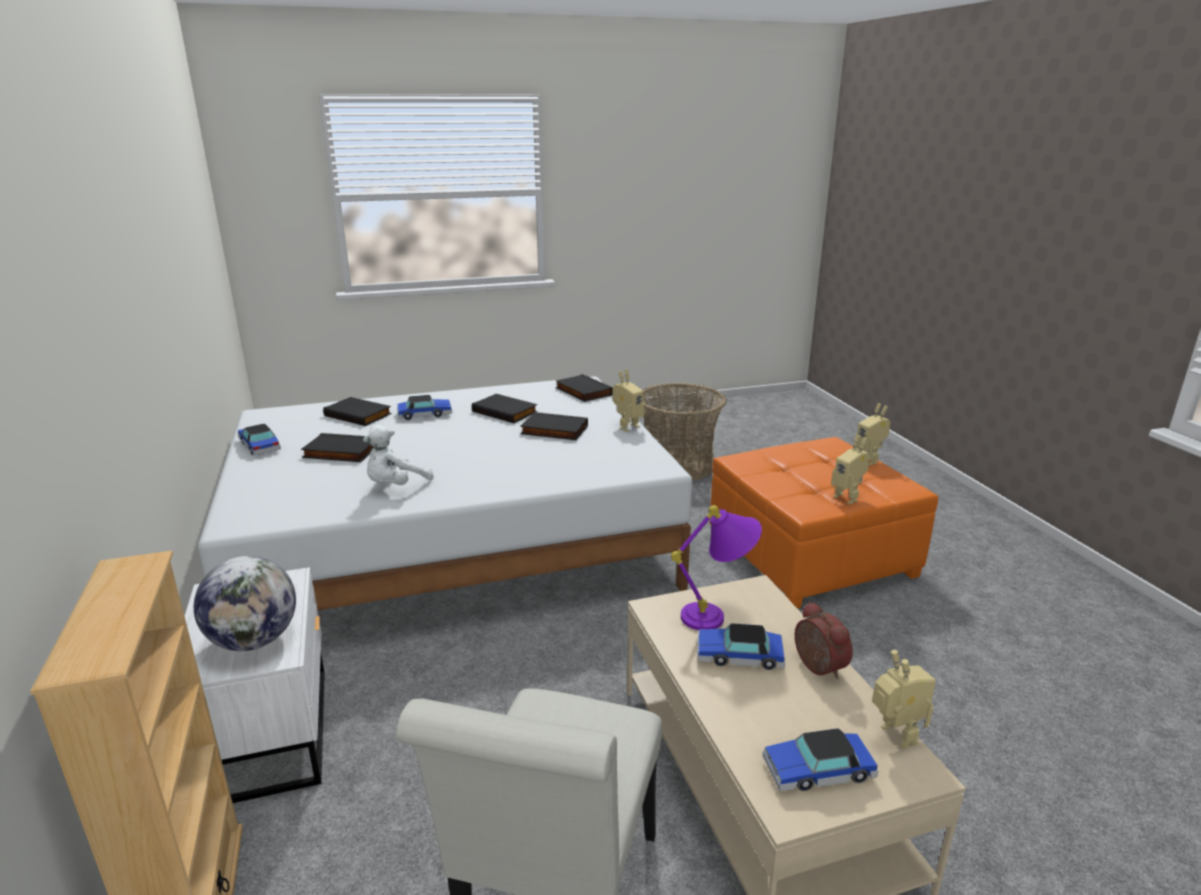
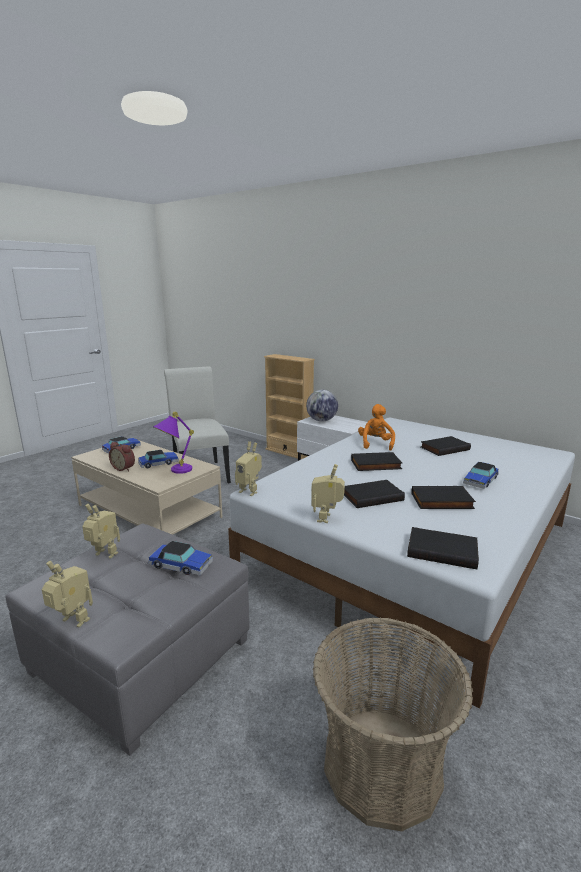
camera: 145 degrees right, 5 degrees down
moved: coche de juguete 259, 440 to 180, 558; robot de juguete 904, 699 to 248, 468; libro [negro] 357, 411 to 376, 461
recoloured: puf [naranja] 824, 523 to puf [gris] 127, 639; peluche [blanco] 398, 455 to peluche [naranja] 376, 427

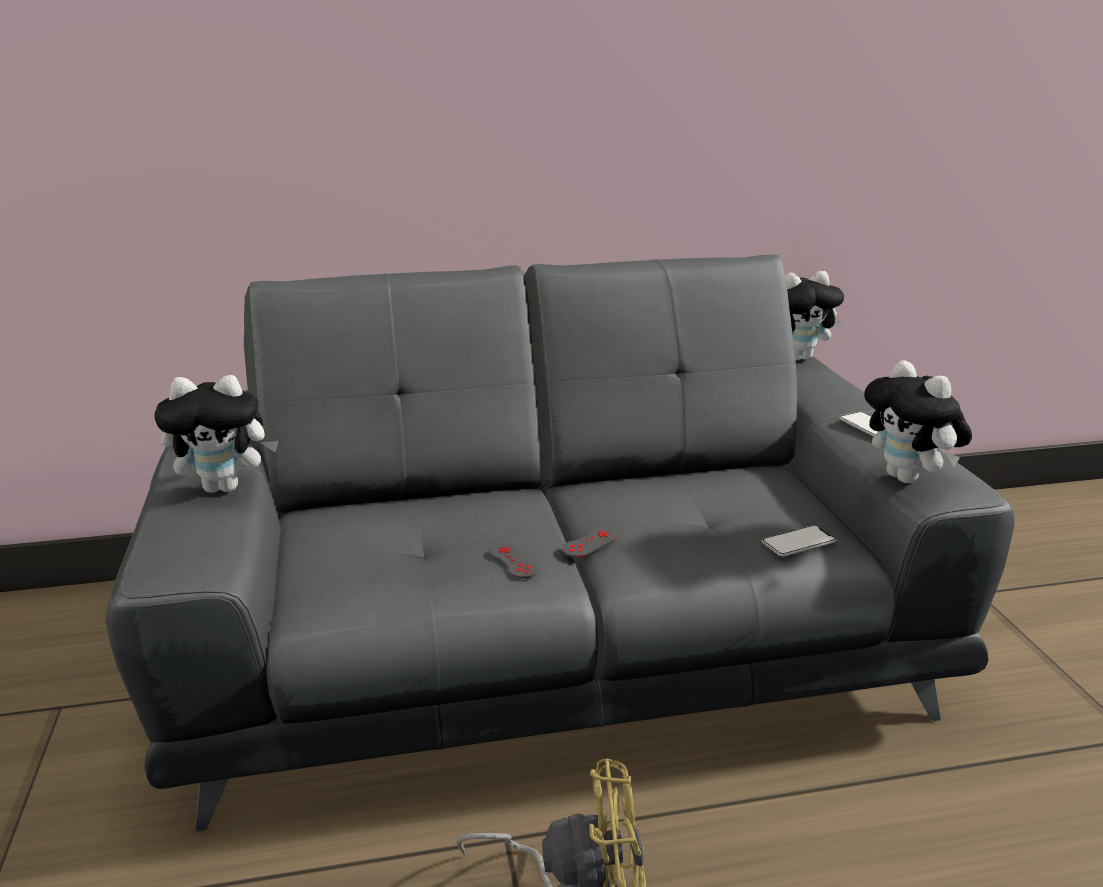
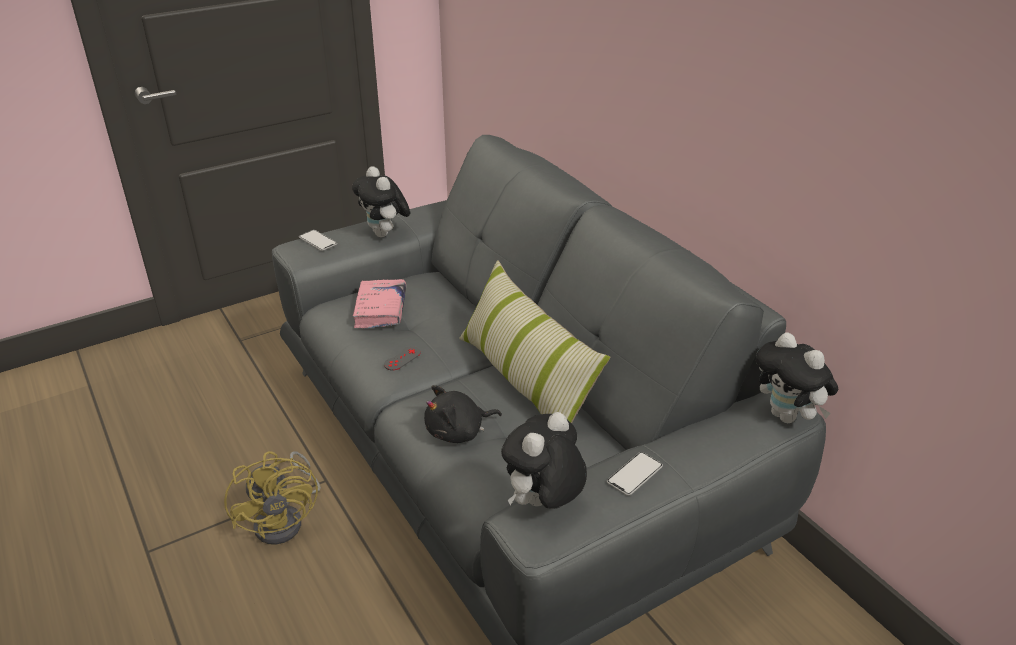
camera: 70 degrees right, 10 degrees up
removed: mando de consola [gris] 589, 542
added: libro [rosa] 379, 304; peluche [negro] 463, 414; cojín 534, 341
moved: móvil 799, 540 to 318, 240

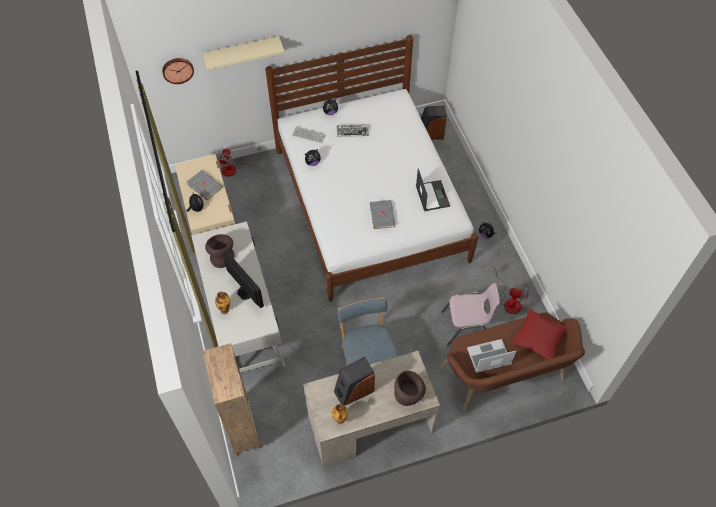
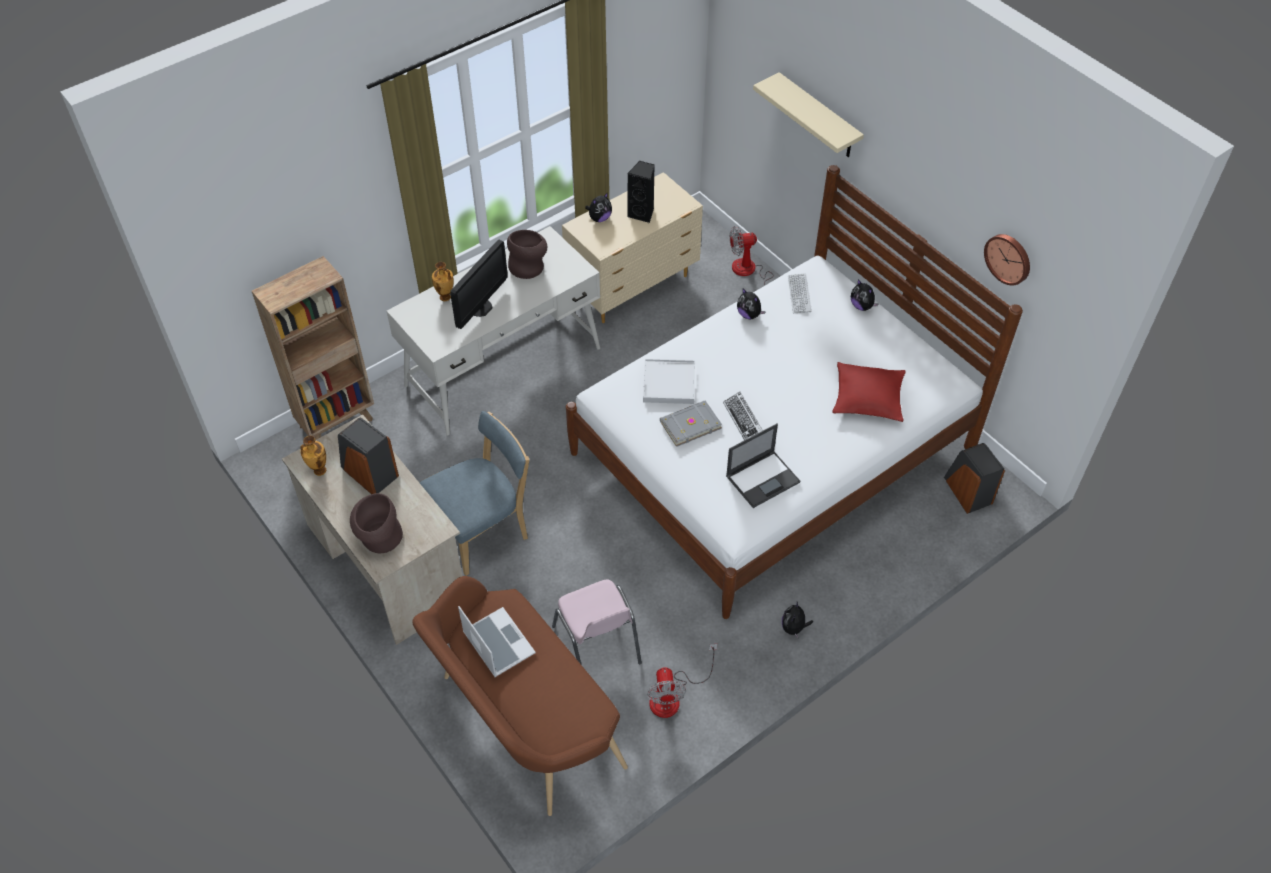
camera: 70 degrees right, 5 degrees down
added: bandeja [blanco] 669, 381
moved: teclado 353, 131 to 743, 416; cojín [rojo] 540, 333 to 869, 392; reloj de pared 178, 71 to 1007, 260
replaced: libro [gris] 205, 185 to altavoz [negro] 641, 192

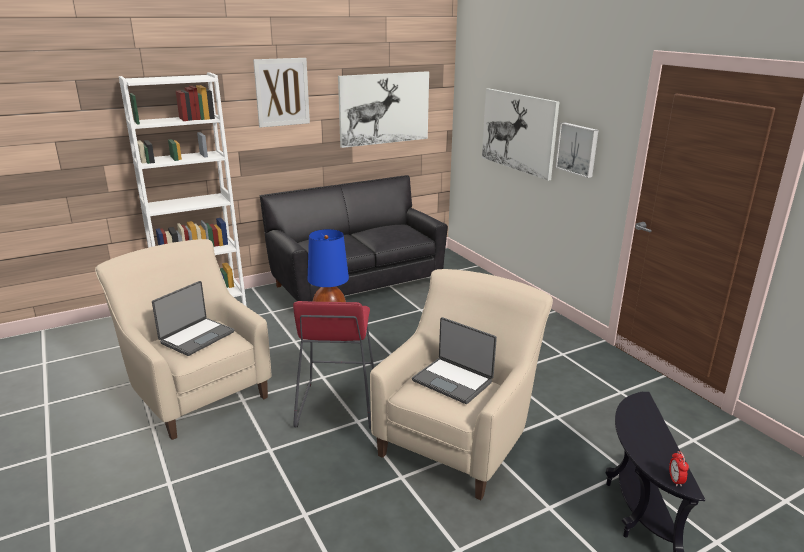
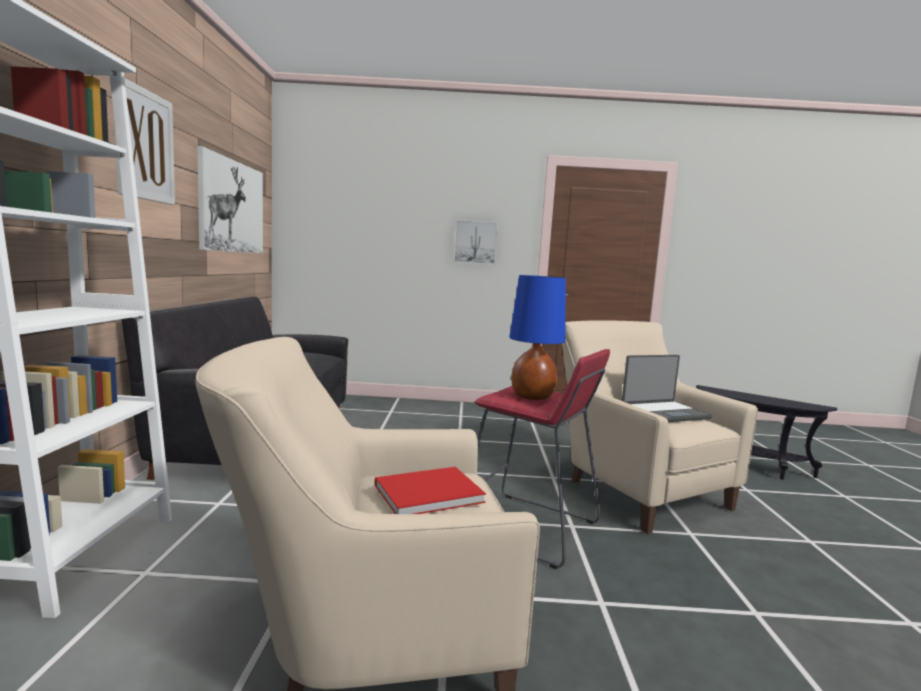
camera: 60 degrees left, 15 degrees down
removed: cuadro 520, 134; despertador 679, 469
replaced: portátil 193, 318 to libro [rojo] 430, 490

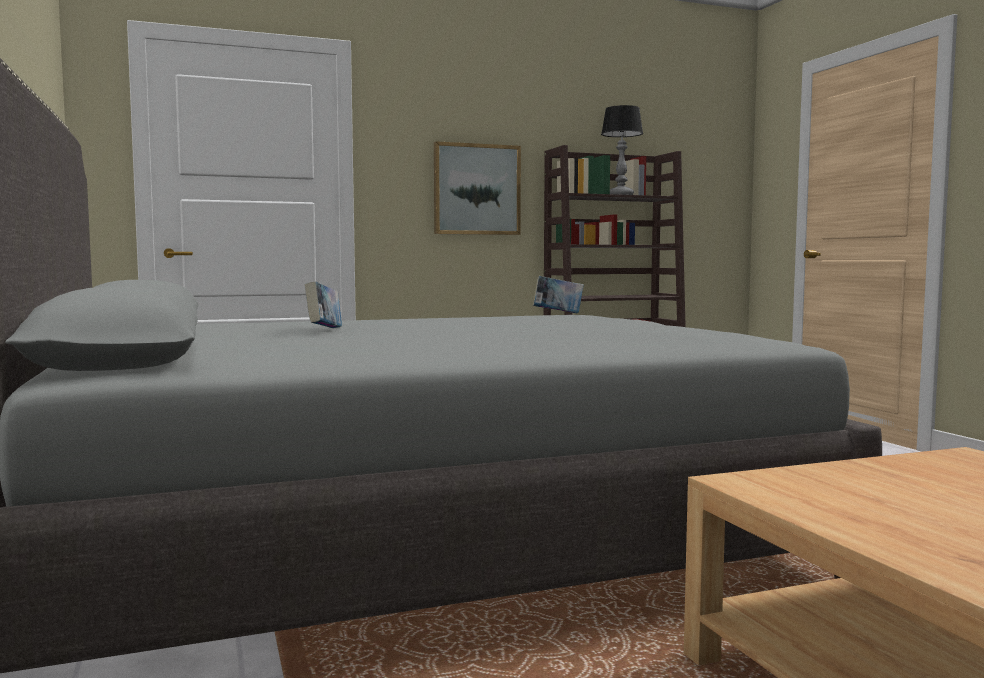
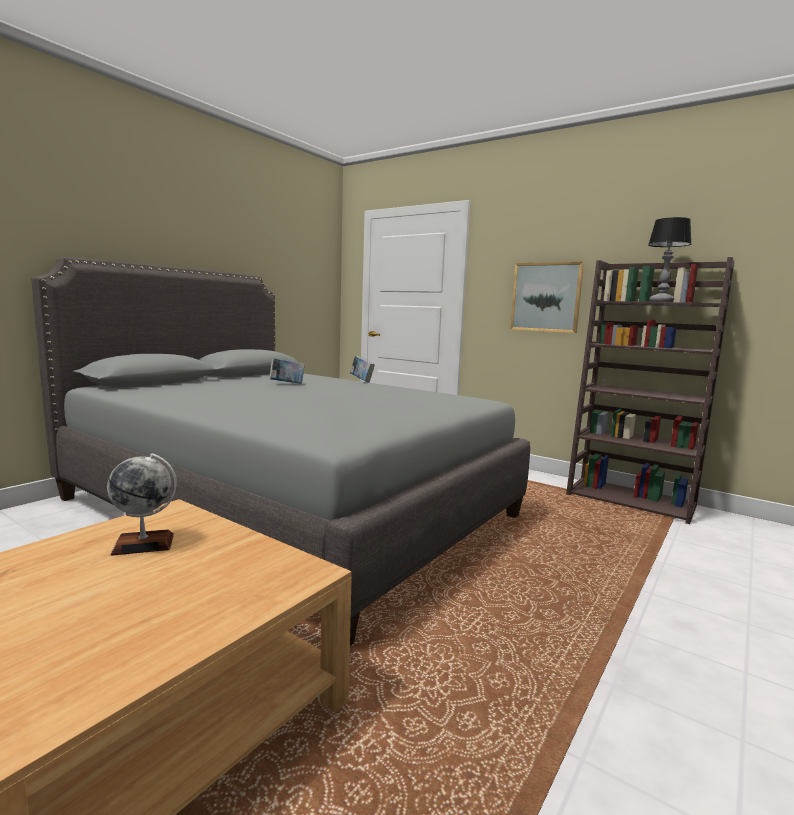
camera: 55 degrees right, 5 degrees up
added: globo terráqueo 142, 504
moved: libro 558, 294 to 362, 369

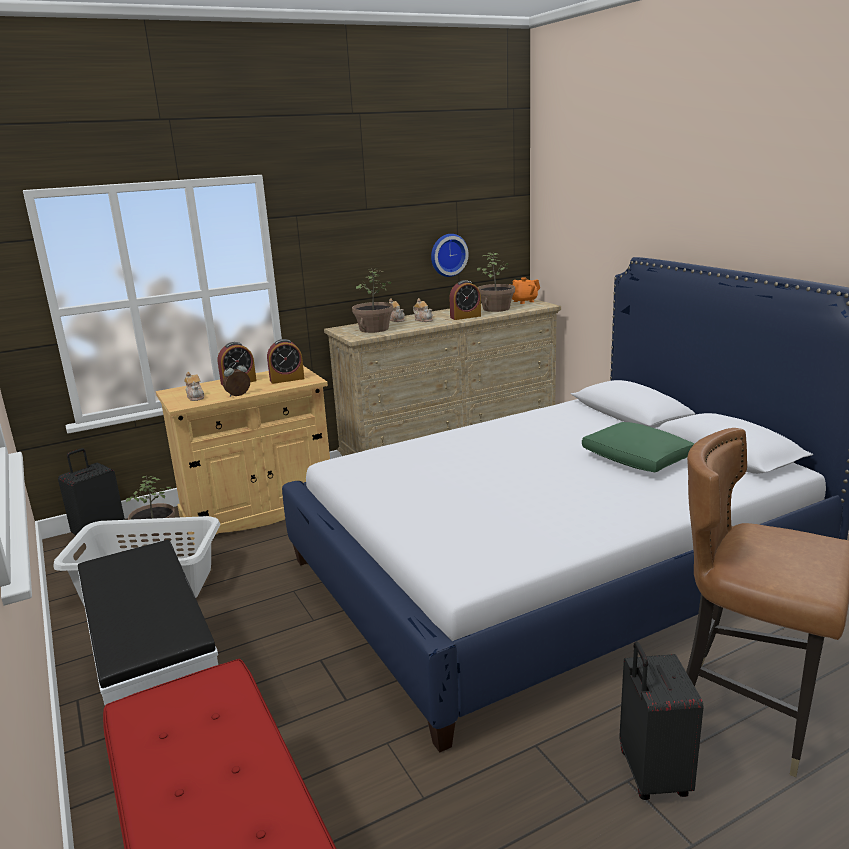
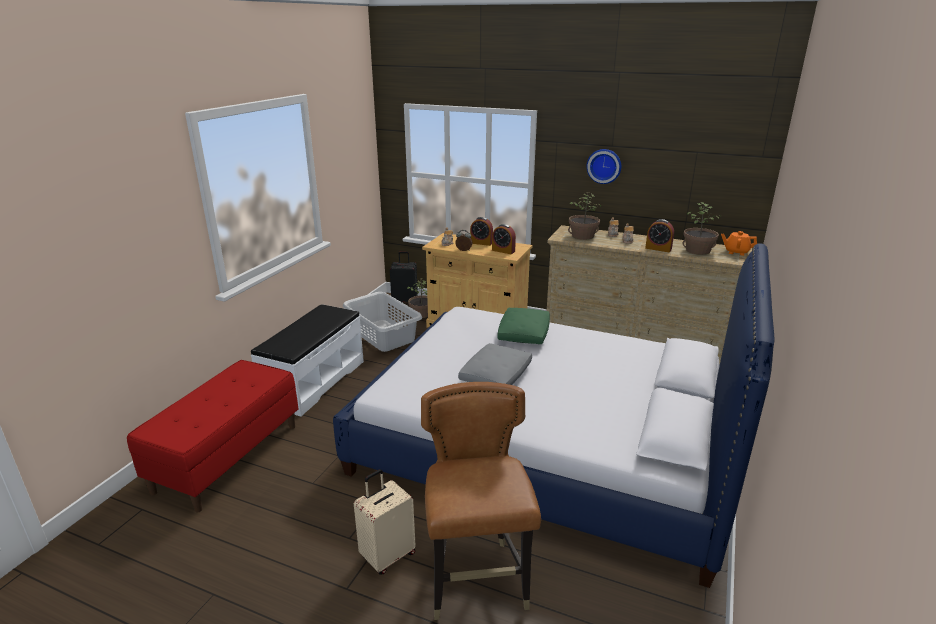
camera: 50 degrees right, 5 degrees up
added: cojín [gris] 495, 364
moved: cojín [verde] 638, 447 to 524, 326; reloj de pared 450, 255 to 604, 166
recoloured: maleta [negro] 661, 721 to maleta [beis] 385, 522

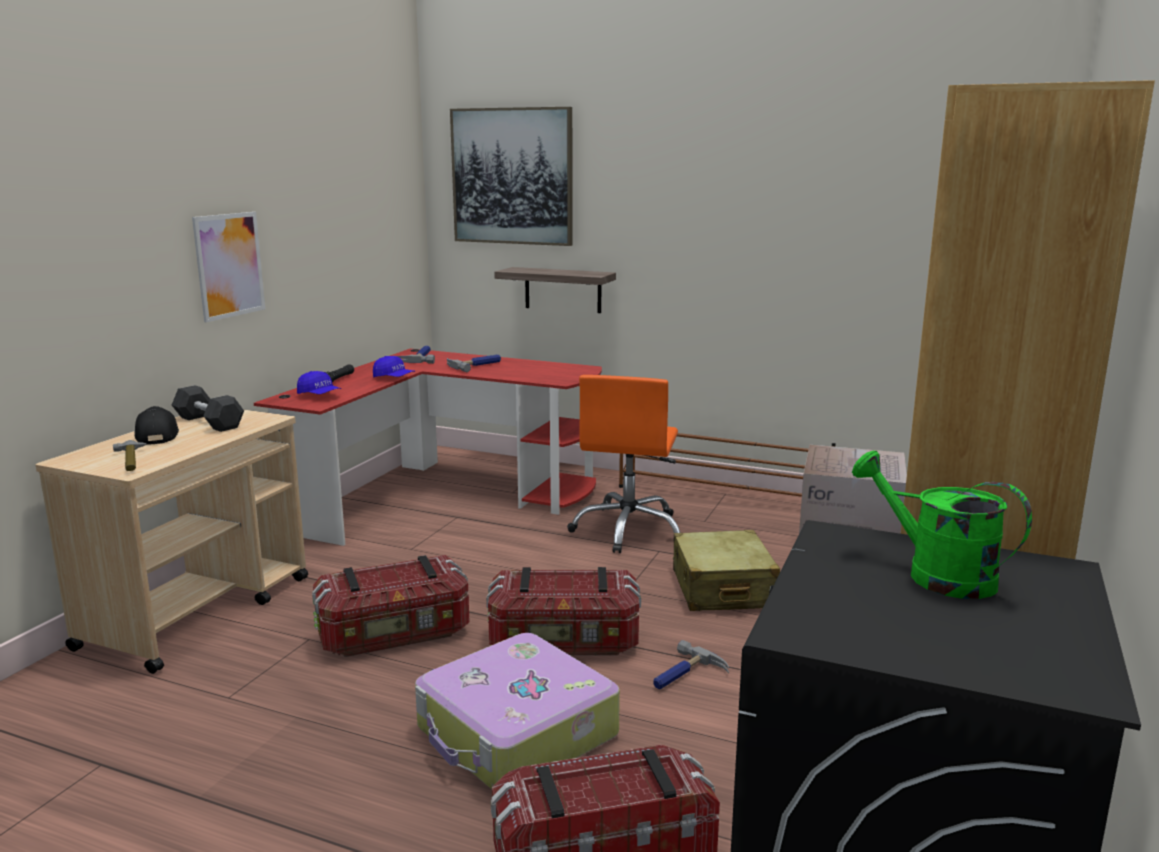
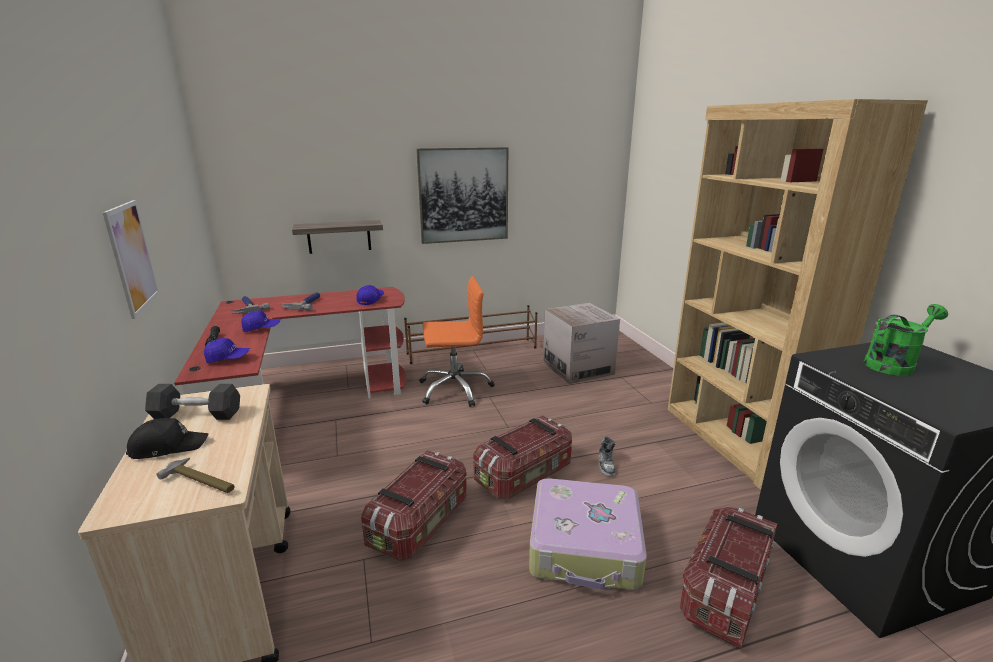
camera: 40 degrees left, 5 degrees up
removed: maleta [beis] 726, 570
added: gorra [azul] 370, 295
moved: cuadro 511, 176 to 462, 195
replaced: martillo 691, 664 to zapato 607, 456
turned: gorra [negro] 156, 425 = 167, 438 135 degrees clockwise; silla de oficina [naranja] 623, 464 = 456, 341 75 degrees counterclockwise; regadera [verde] 942, 524 = 906, 340 150 degrees clockwise

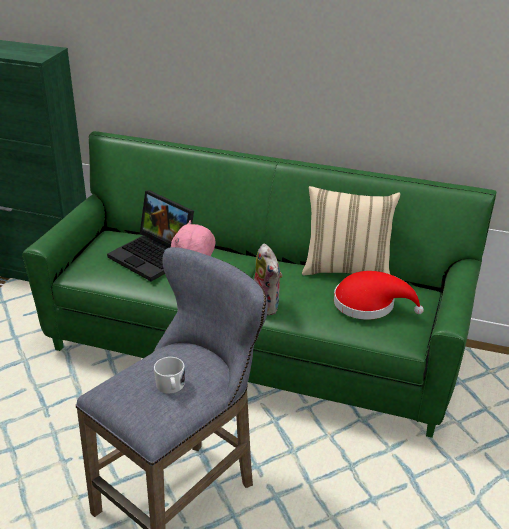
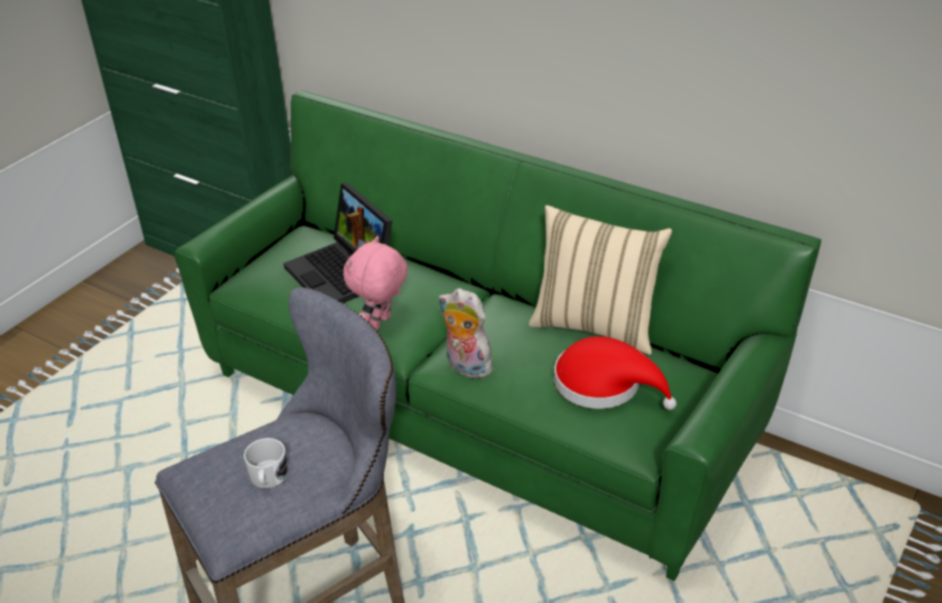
camera: 15 degrees right, 5 degrees up
turned: peluche 268, 280 = 465, 333 135 degrees clockwise

